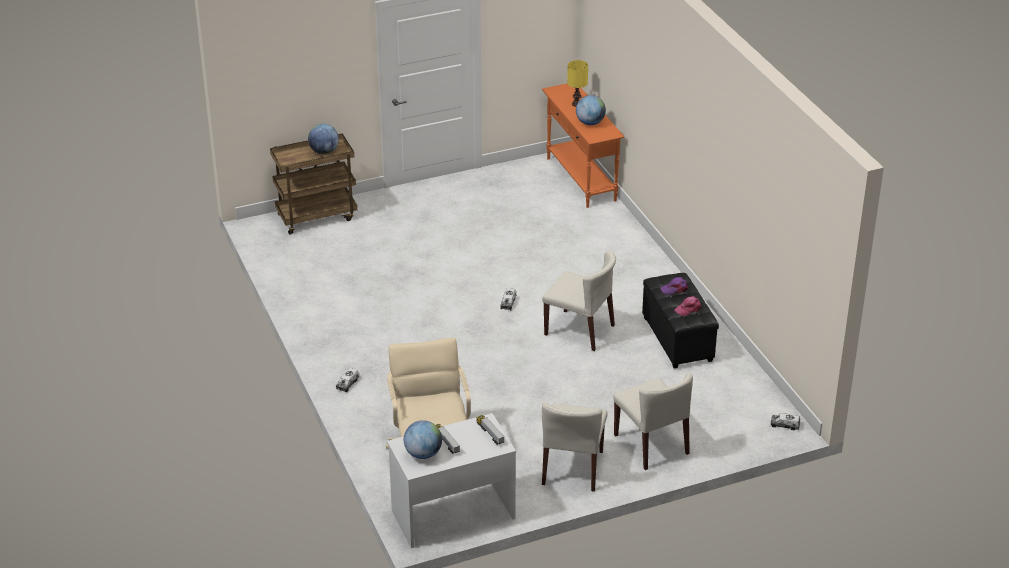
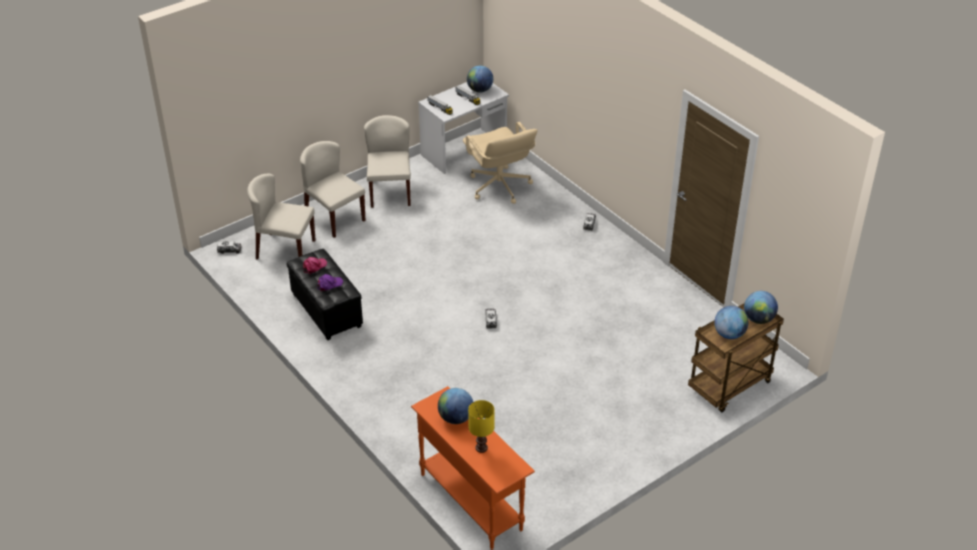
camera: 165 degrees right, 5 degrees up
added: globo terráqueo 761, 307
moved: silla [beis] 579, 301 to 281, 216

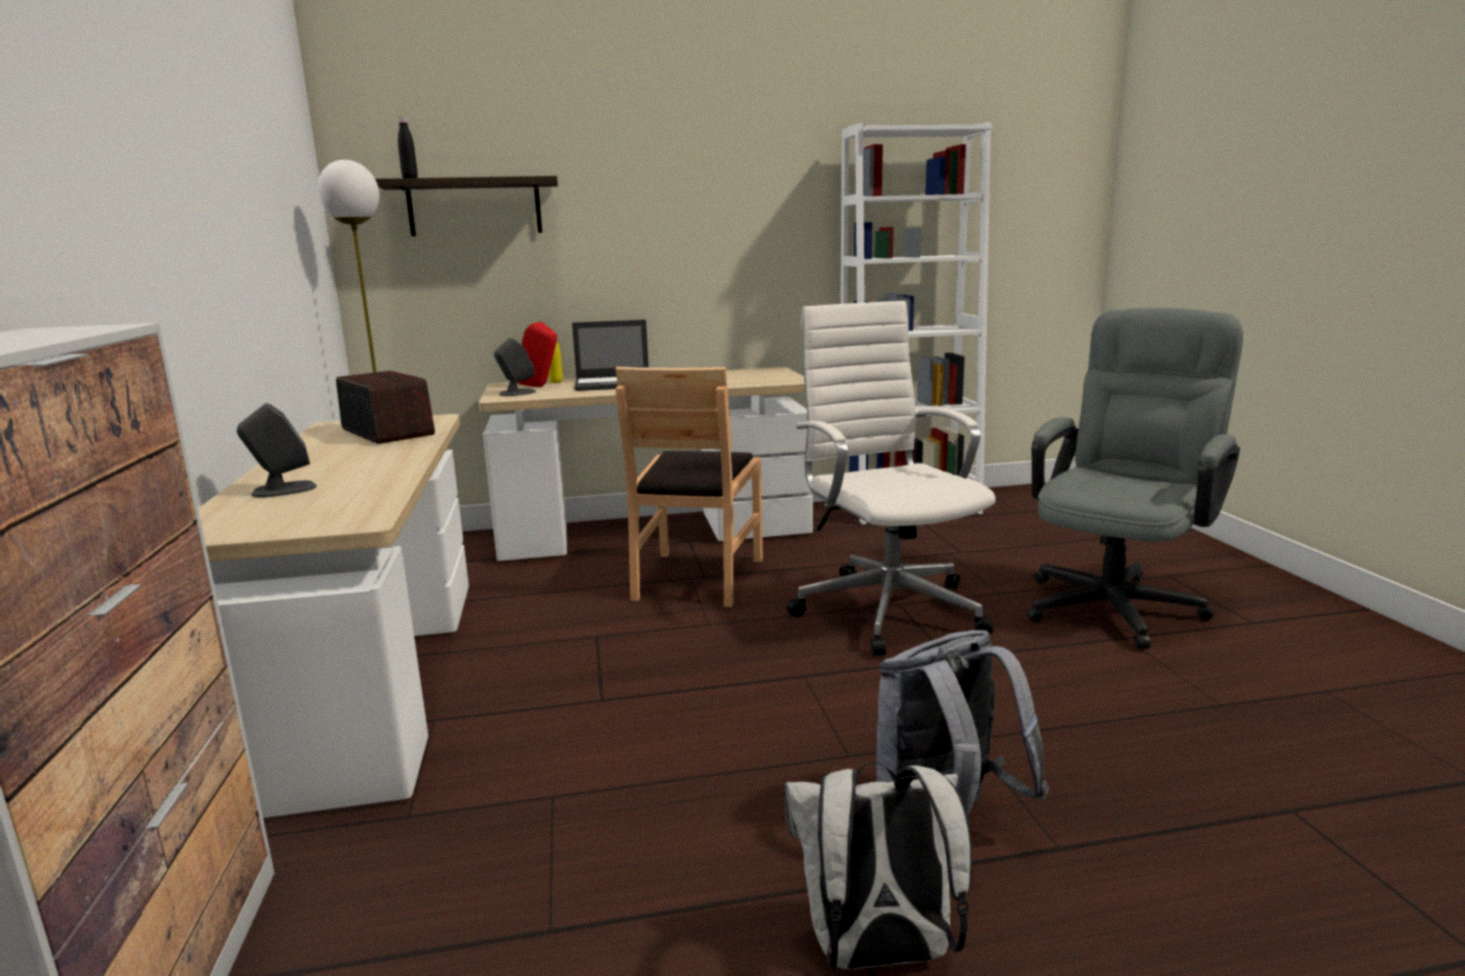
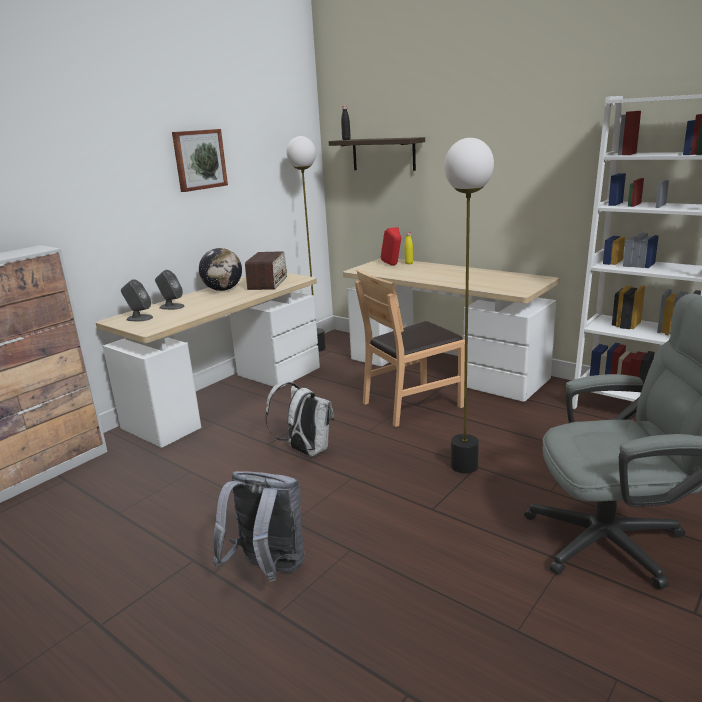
camera: 50 degrees right, 5 degrees up
removed: portátil 610, 355
added: cuadro 200, 160; globo terráqueo 220, 269
moved: altavoz [gris] 515, 367 to 137, 300; mochila [blanco] 878, 866 to 299, 419
replaced: silla de oficina [blanco] 891, 478 to lámpara de pie 469, 305

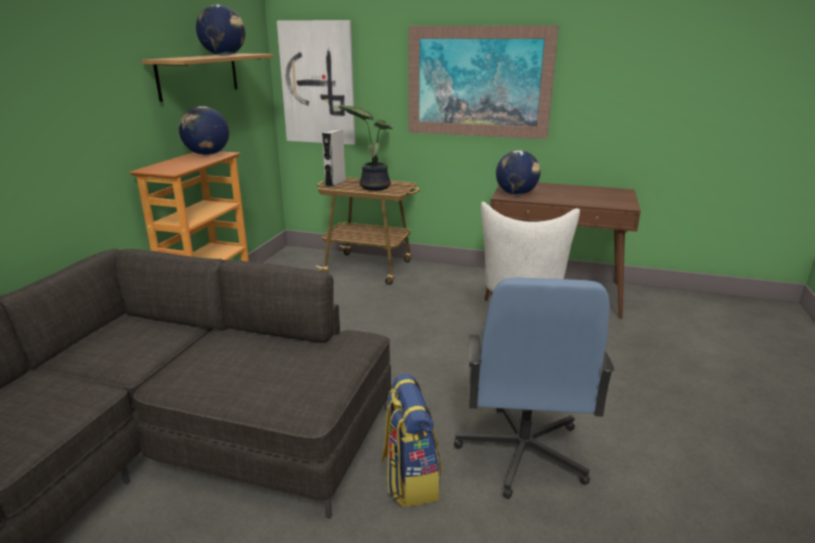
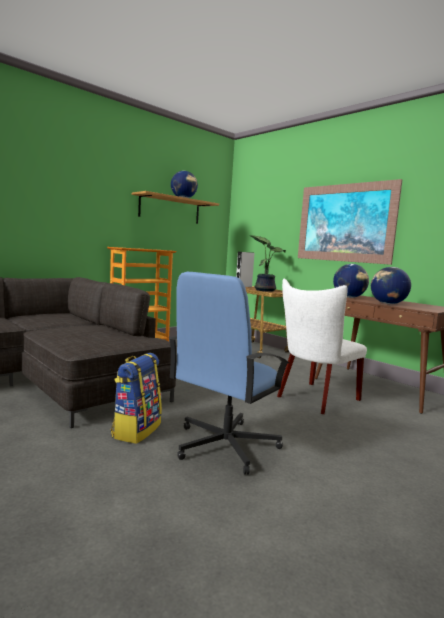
camera: 30 degrees right, 15 degrees down
removed: cuadro 316, 82
moved: globo terráqueo 204, 130 to 391, 285

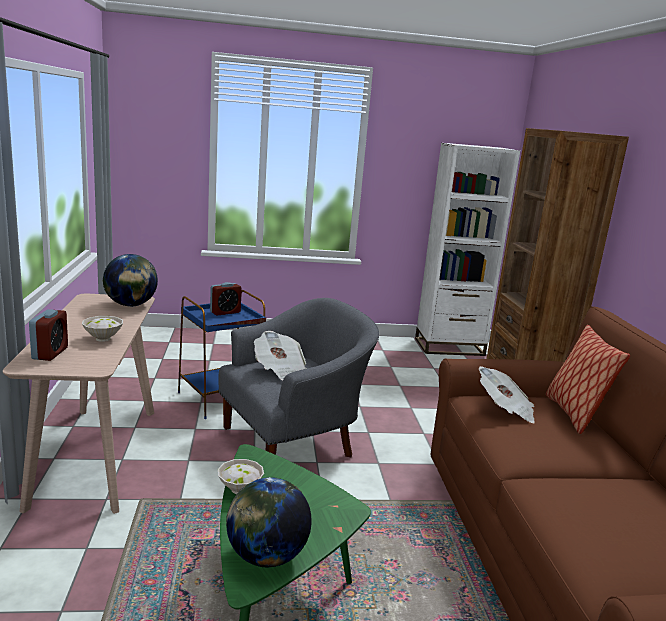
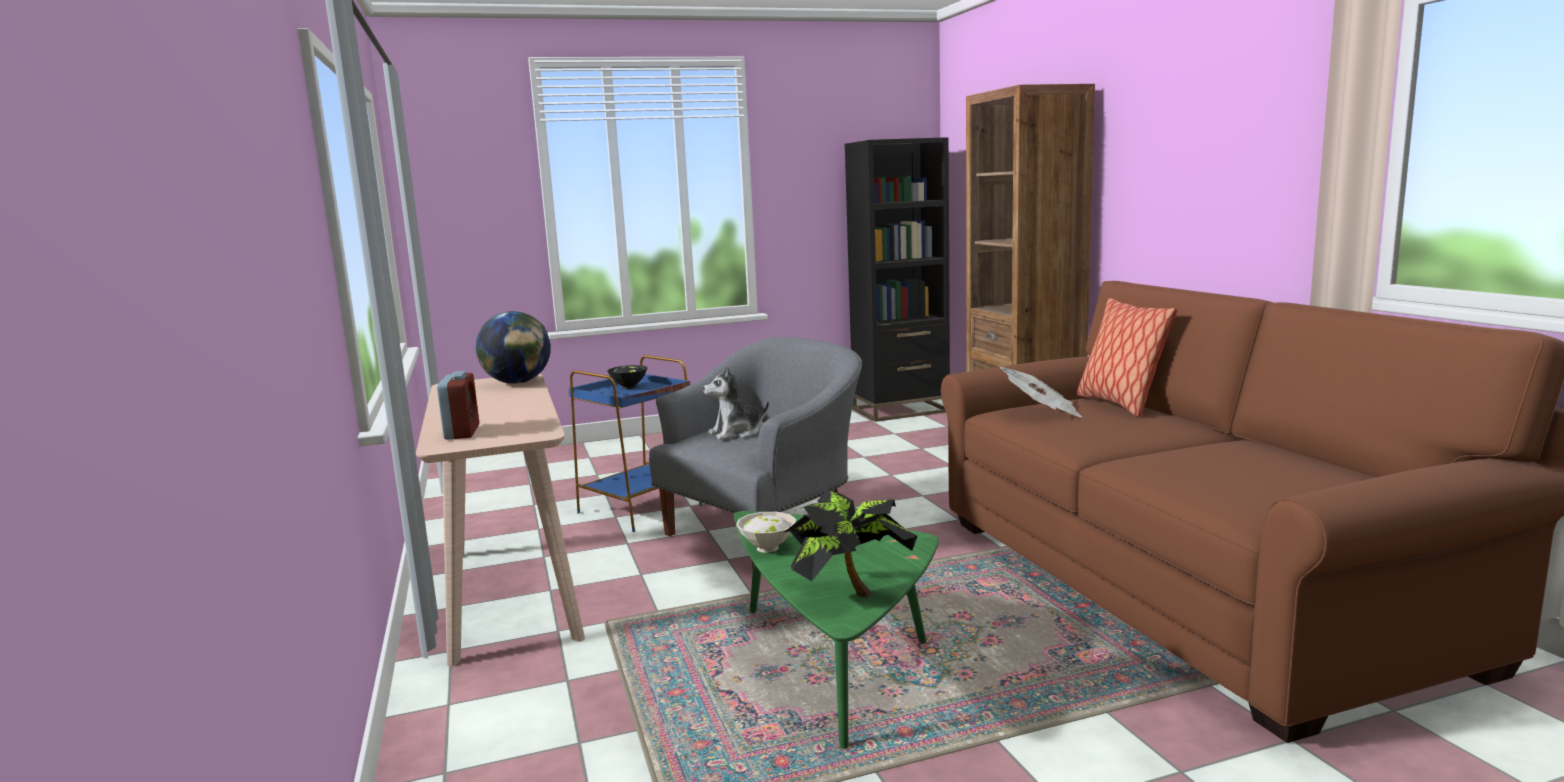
camera: 10 degrees left, 5 degrees down
removed: cuenco [blanco] 102, 329
replaced: despertador 226, 299 to cuenco [negro] 627, 377; periódico 280, 356 to peluche 736, 403; globo terráqueo 269, 522 to planta en maceta 850, 543
recoloured: estantería [blanco] 467, 249 to estantería [negro] 897, 279

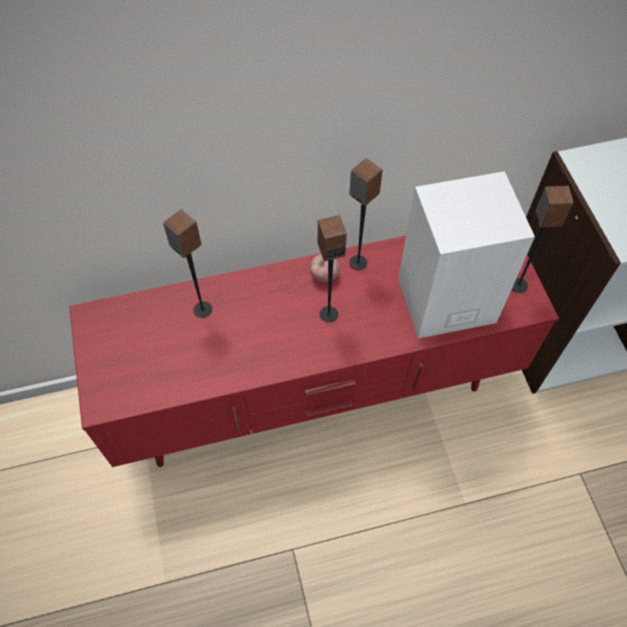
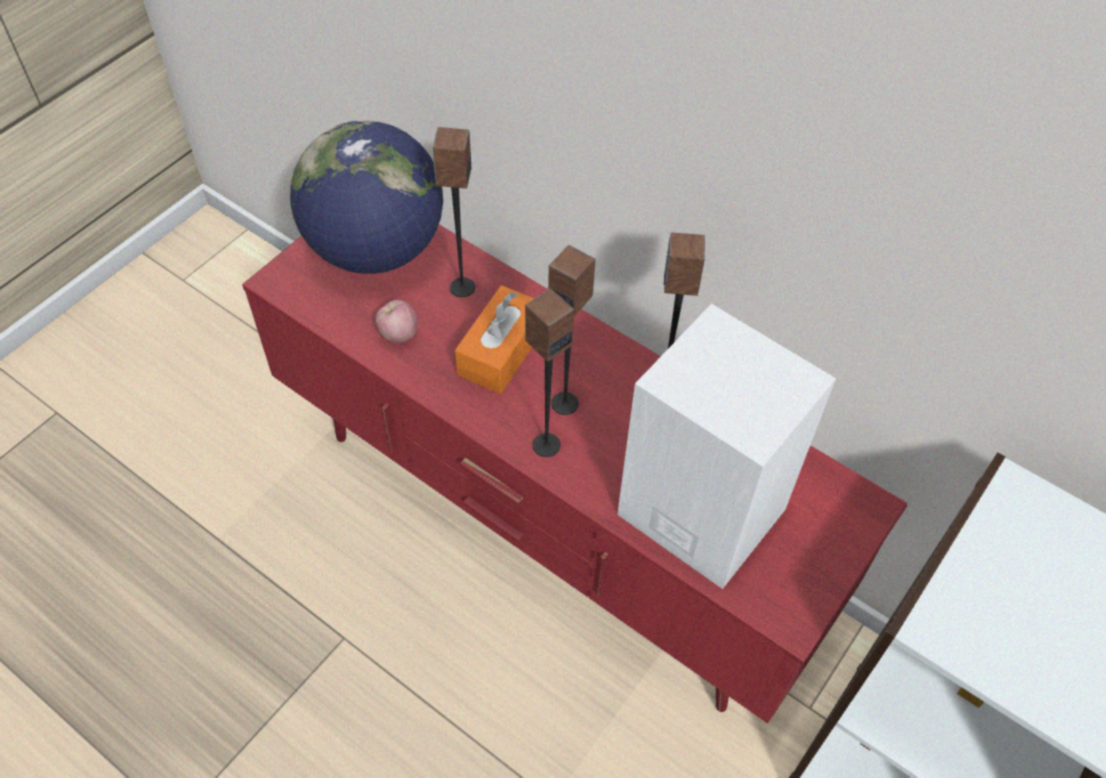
camera: 50 degrees right, 5 degrees down
added: globo terráqueo 366, 197; caja de pañuelos [naranja] 494, 339
moved: manzana 325, 268 to 396, 321; altavoz 542, 239 to 549, 372

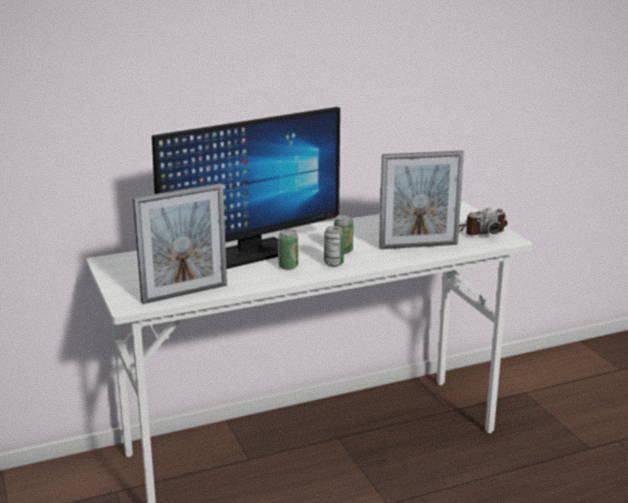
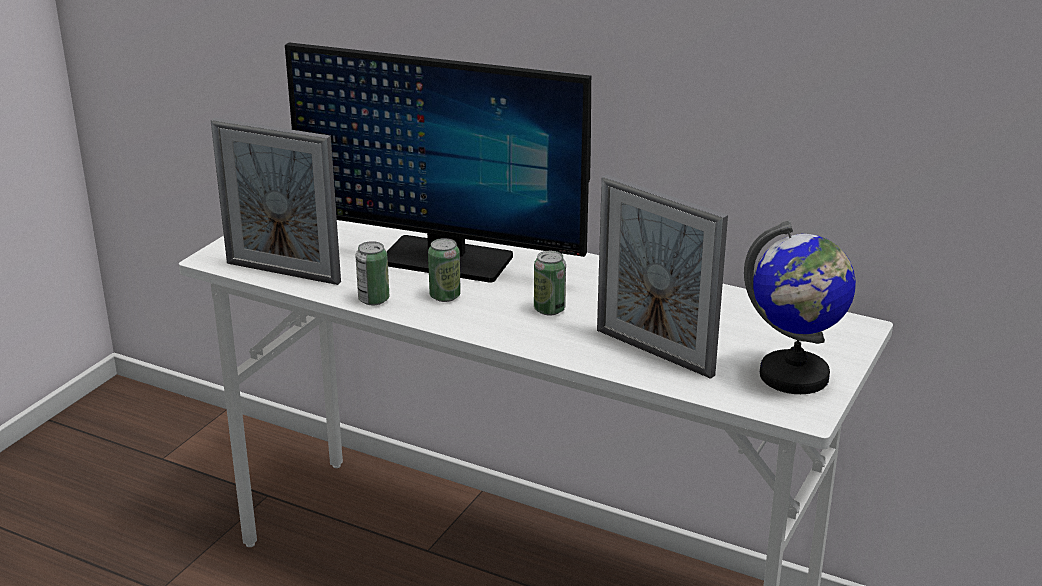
camera: 50 degrees right, 5 degrees up
moved: lata 334, 246 to 372, 273
replaced: cámara 483, 221 to globo terráqueo 800, 307

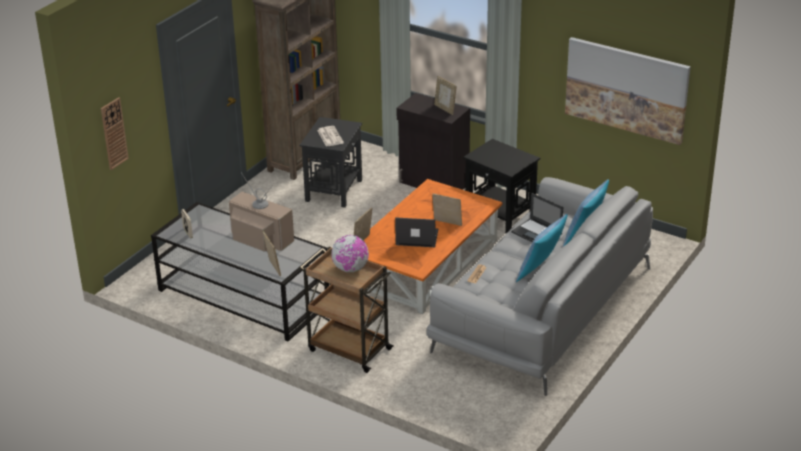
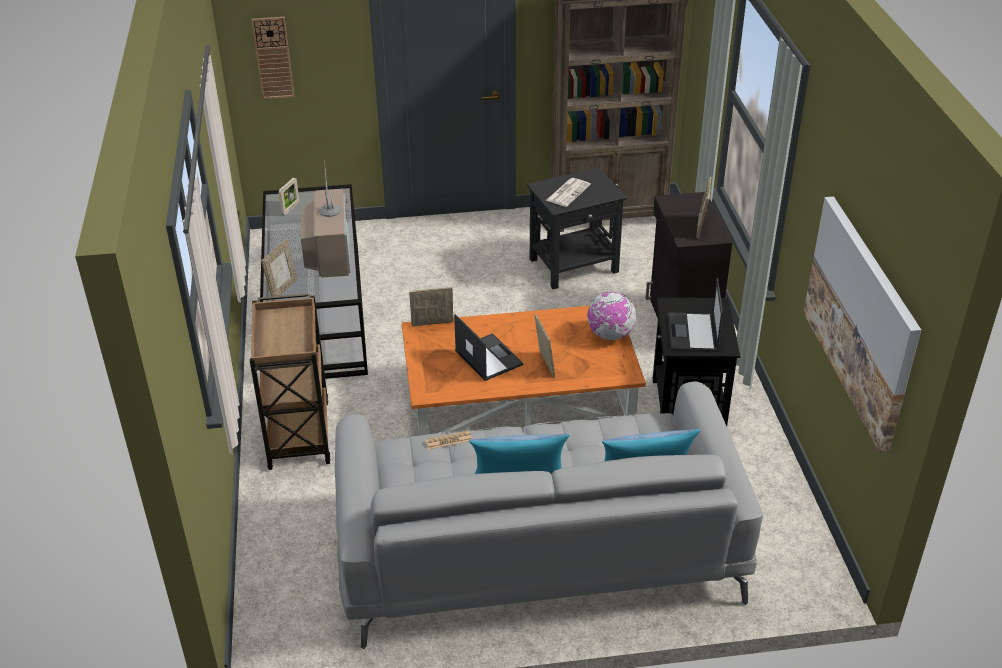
camera: 50 degrees right, 5 degrees up
moved: globo terráqueo 350, 253 to 611, 316; portátil 537, 217 to 695, 315

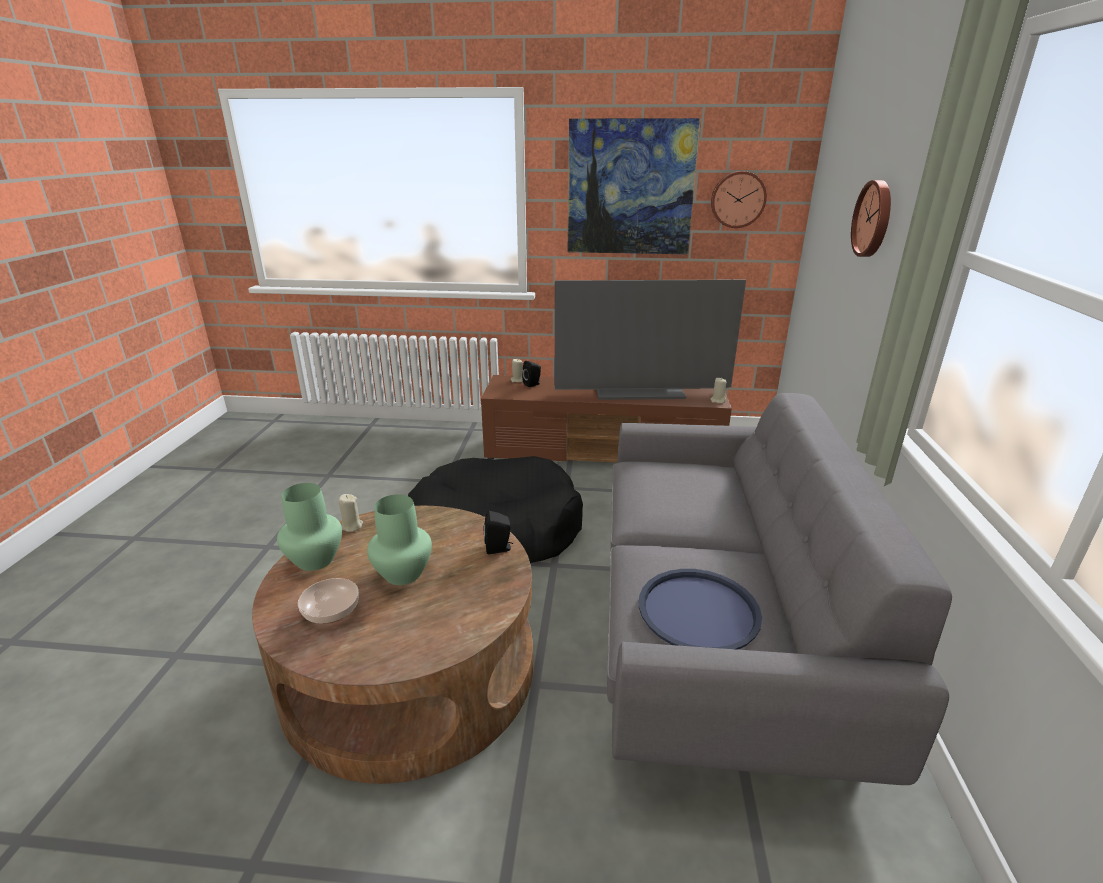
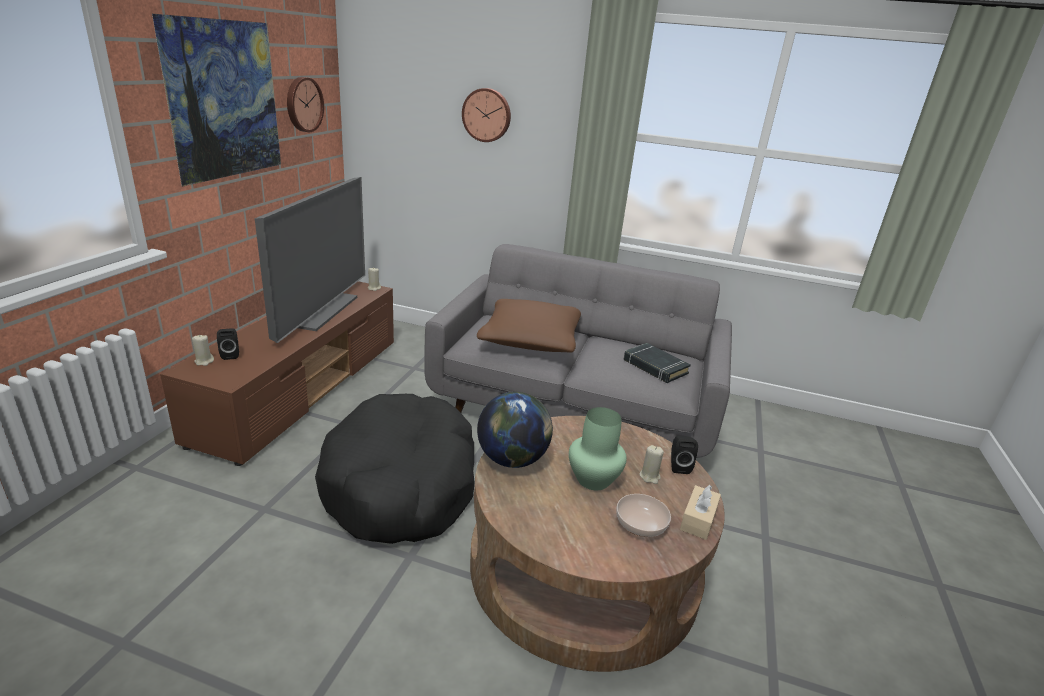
camera: 80 degrees left, 0 degrees up
removed: florero [verde] 309, 527
added: cojín [marrón] 529, 326; globo terráqueo 515, 430; caja de pañuelos [beis] 700, 512
moved: vela [beis] 350, 513 to 651, 464; altavoz [negro] 498, 532 to 684, 454
replaced: bandeja [azul] 700, 609 to libro [negro] 657, 363

